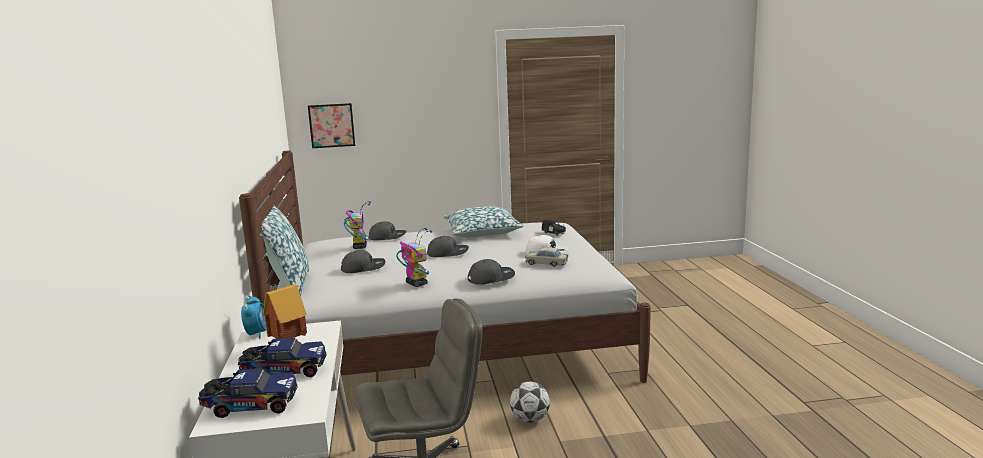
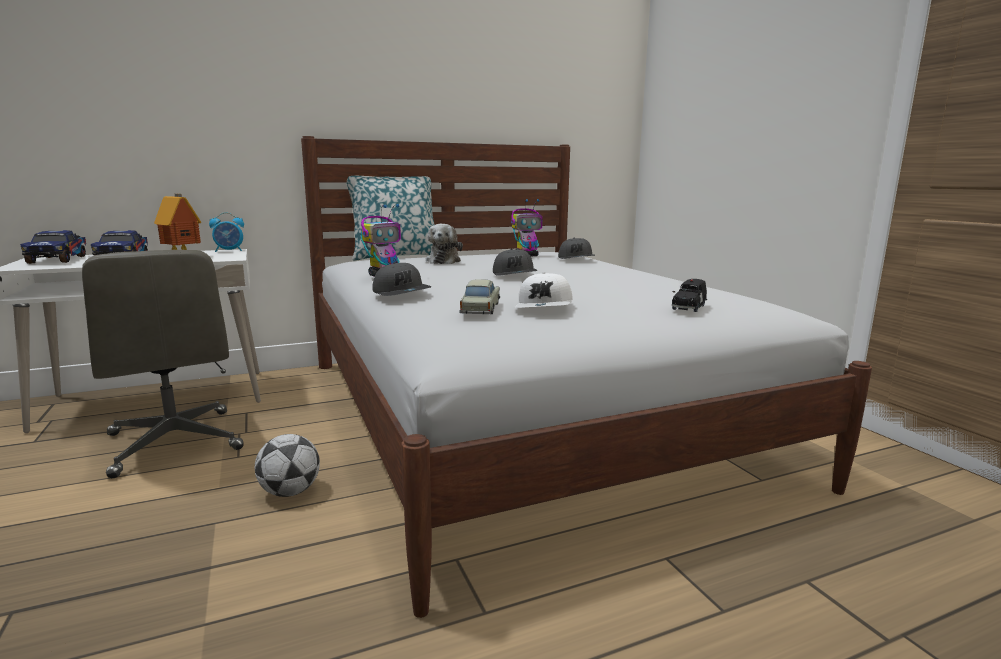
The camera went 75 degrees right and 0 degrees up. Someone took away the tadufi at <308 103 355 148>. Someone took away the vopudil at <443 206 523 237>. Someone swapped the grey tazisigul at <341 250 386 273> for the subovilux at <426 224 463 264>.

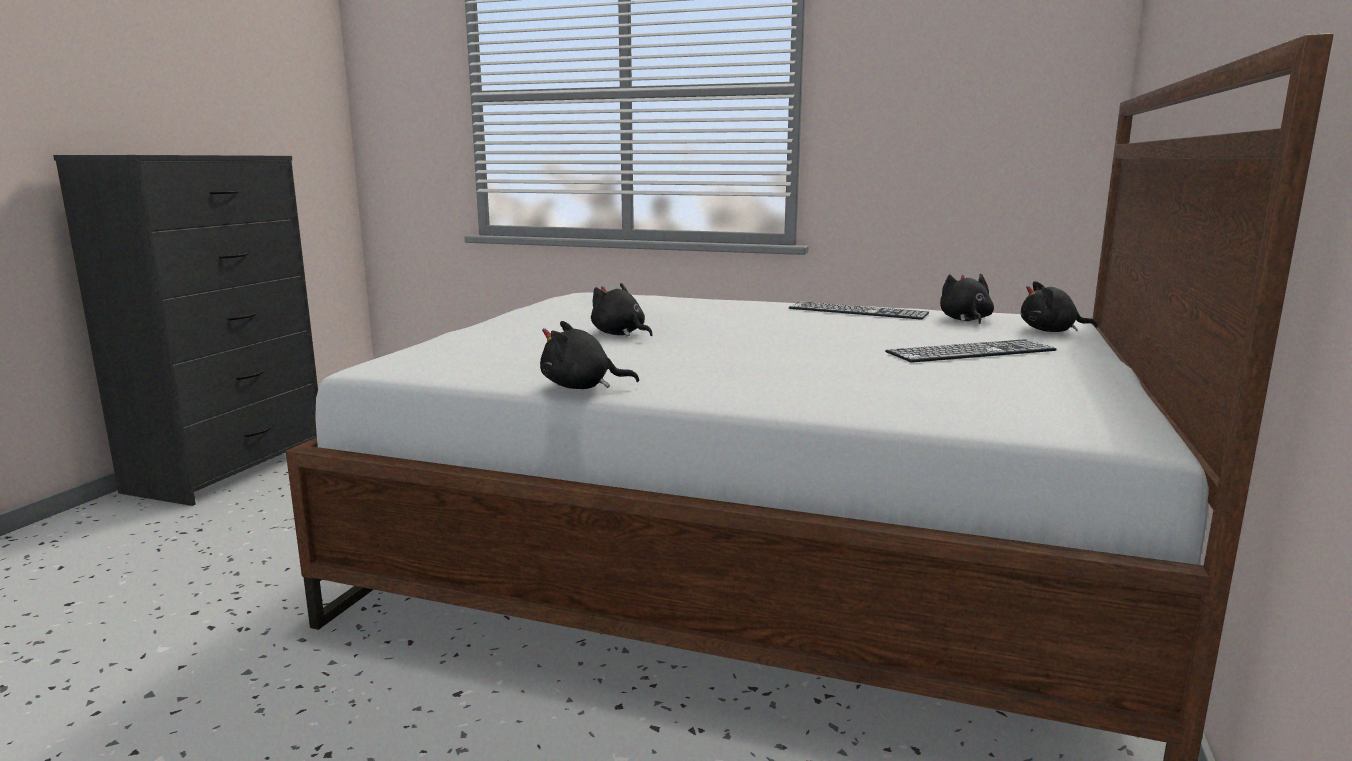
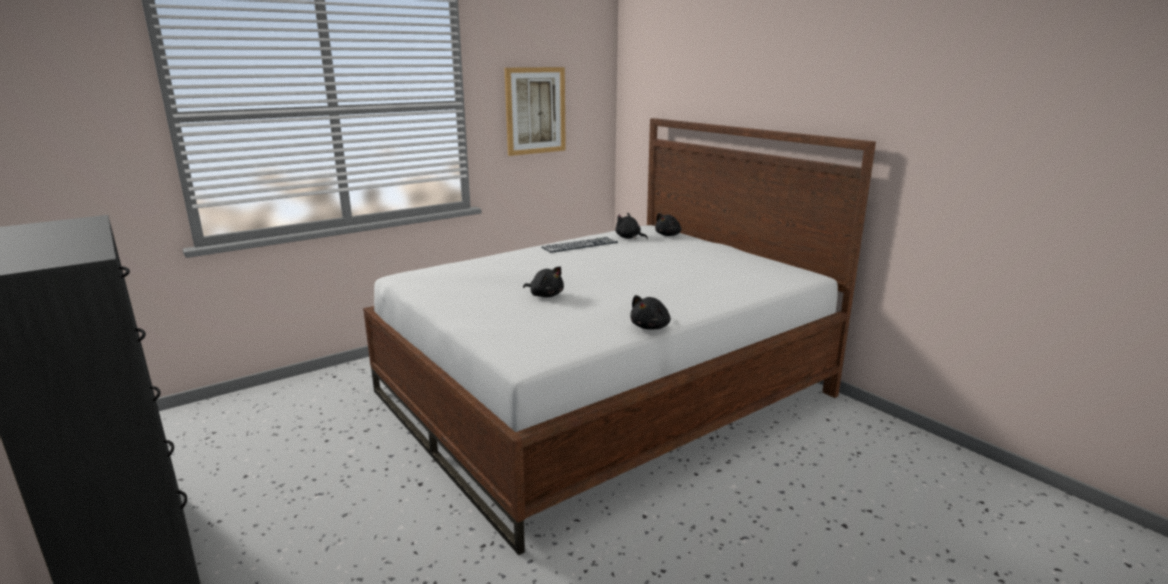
The camera went 55 degrees left and 5 degrees up. Someone took away the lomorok at <885 339 1057 363>. Someone put up the tadufi at <505 67 566 156>. Someone rotated the black subovilux at <591 283 652 336> by 135 degrees counterclockwise.

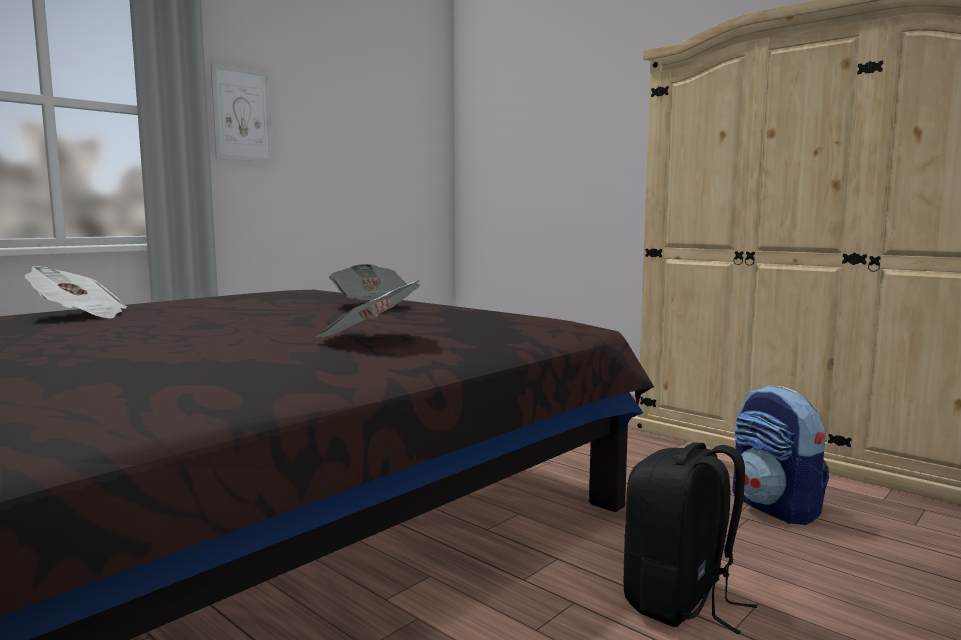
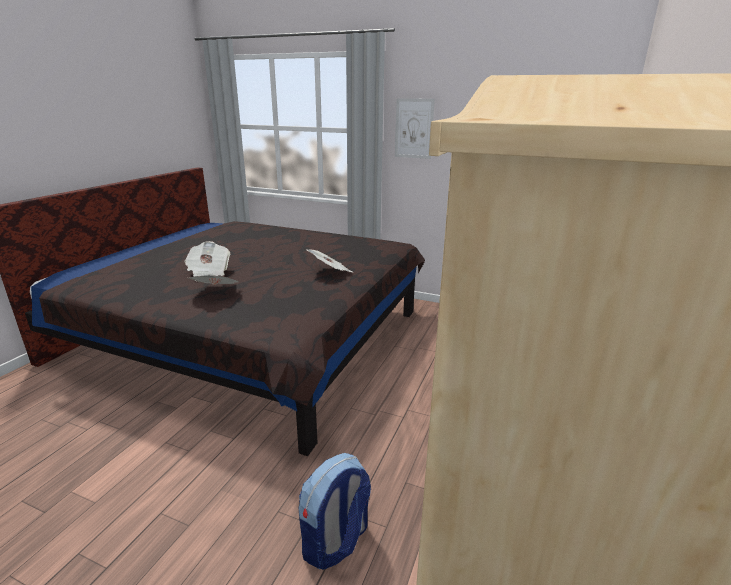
The camera went 70 degrees right and 15 degrees up. Someone took away the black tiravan at <623 443 757 634>. Someone carried the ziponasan from <25 266 127 318> to <184 241 230 282>.

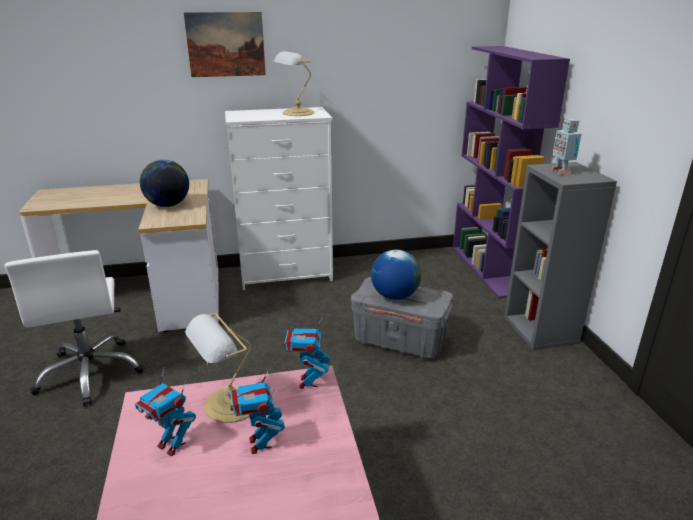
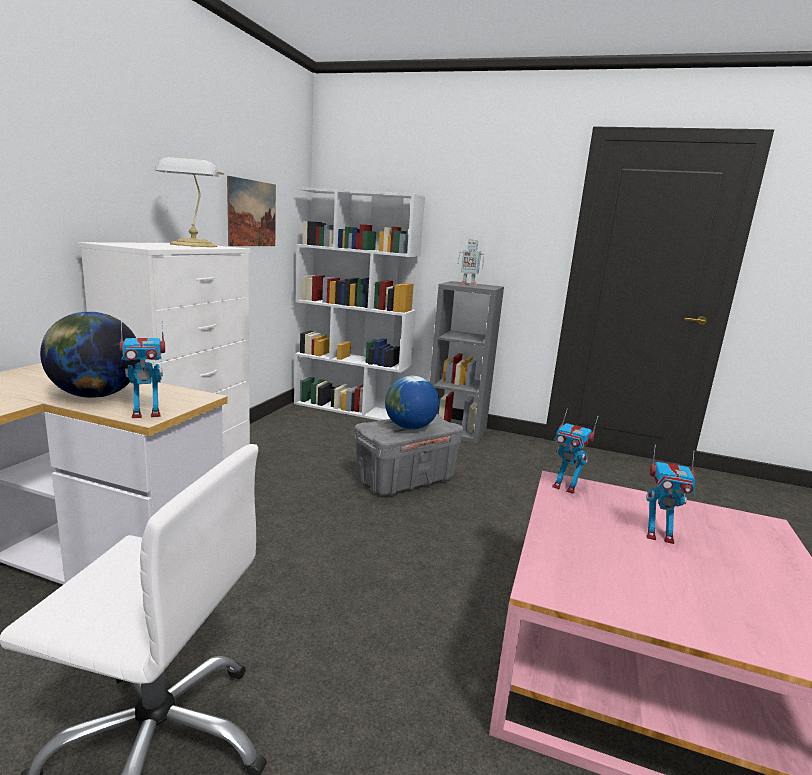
The camera went 60 degrees left and 10 degrees down. Someone took away the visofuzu at <185 313 251 423>. Someone carried the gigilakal from <135 367 196 457> to <120 321 165 418>. Someone carried the tadufi from <184 12 266 77> to <227 176 276 246>. Someone repainted the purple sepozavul at <453 46 570 298>, which became the white sepozavul at <294 187 425 421>.

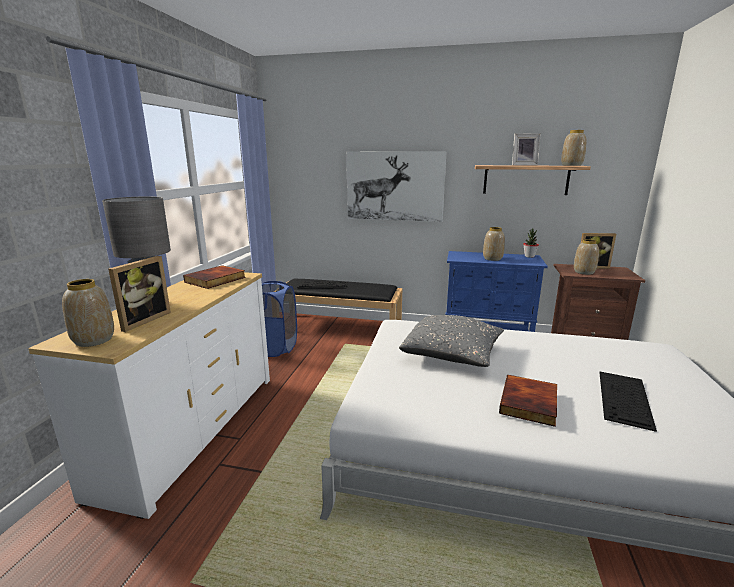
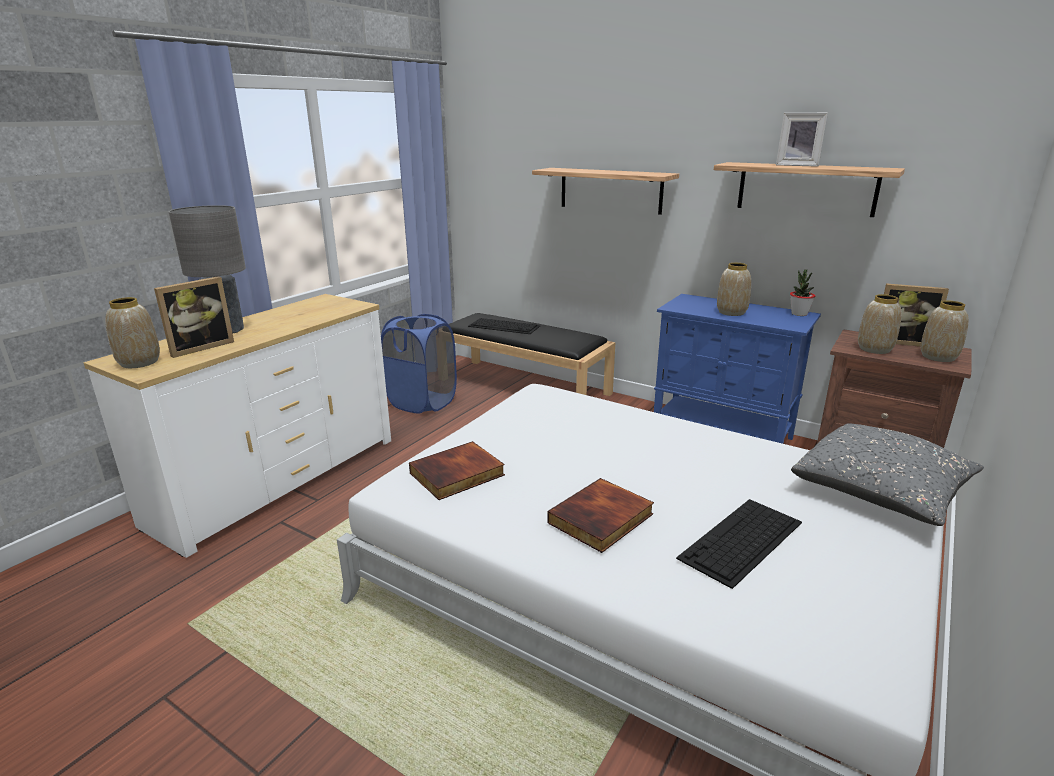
The camera went 20 degrees right and 5 degrees up. Someone carried the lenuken from <183 265 246 289> to <409 441 505 500>. Someone carried the grey vopudil from <399 315 504 367> to <791 423 984 526>. Someone carried the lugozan from <561 130 586 166> to <920 300 969 362>. Someone swapped the tadufi at <347 151 447 222> for the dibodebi at <532 168 679 215>.

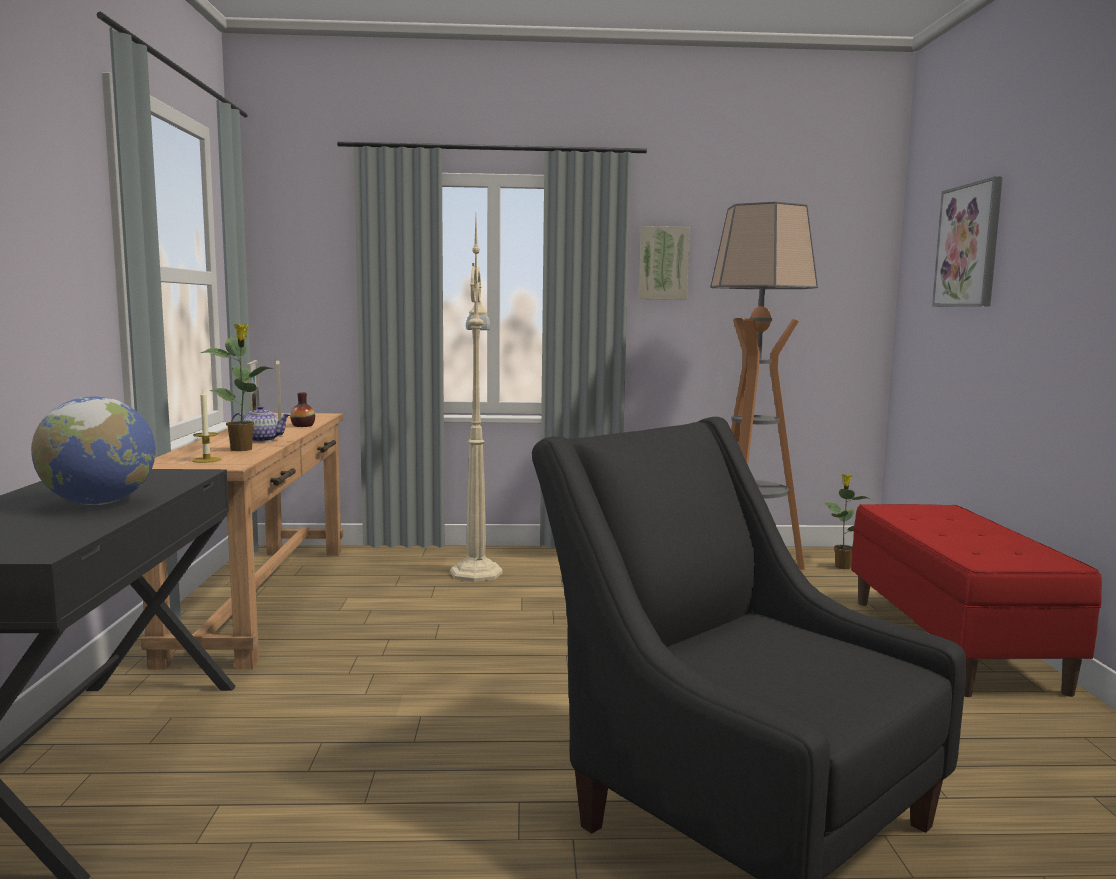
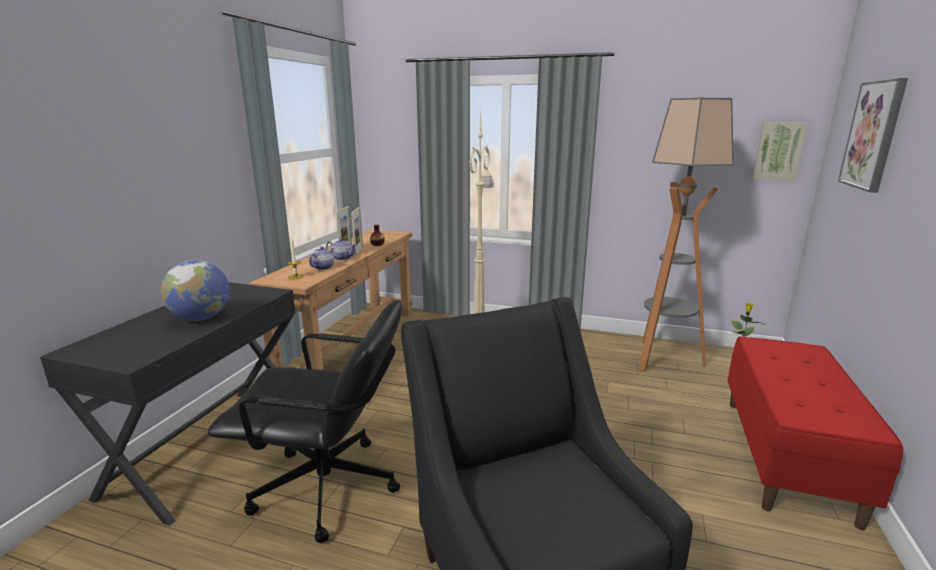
The camera went 20 degrees right and 10 degrees up. Someone put down the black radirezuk at <208 300 402 543>. Someone carried the tadufi from <639 226 690 300> to <753 122 808 181>. Someone swapped the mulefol at <201 324 272 451> for the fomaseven at <309 246 335 270>.

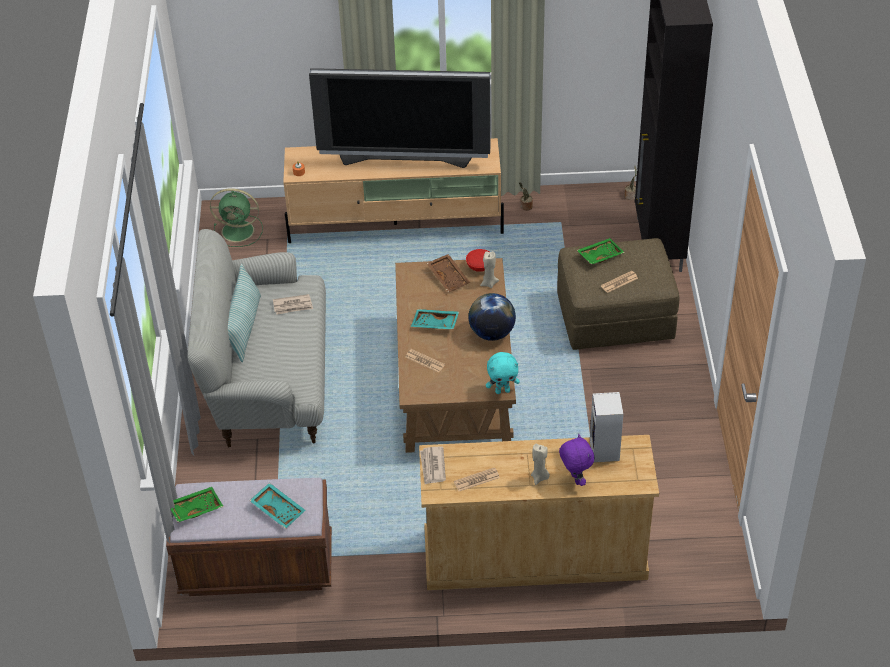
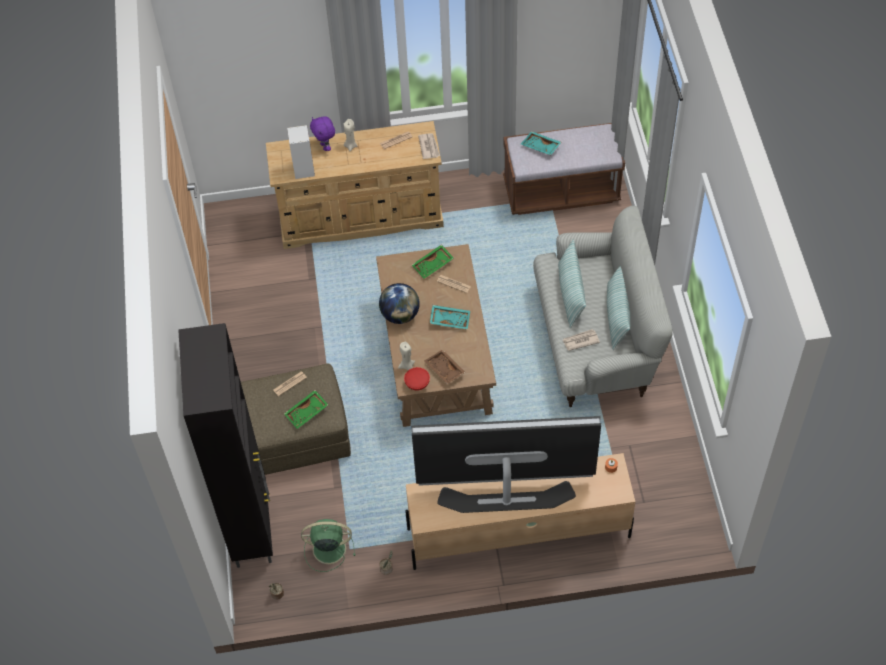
The camera went 175 degrees right and 10 degrees up. Someone took away the turquoise subovilux at <486 352 520 394>. Someone put down the vopudil at <558 240 586 328>. Someone carried the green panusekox from <170 487 224 522> to <412 244 454 279>. Someone carried the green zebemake from <210 188 263 247> to <301 519 355 572>.

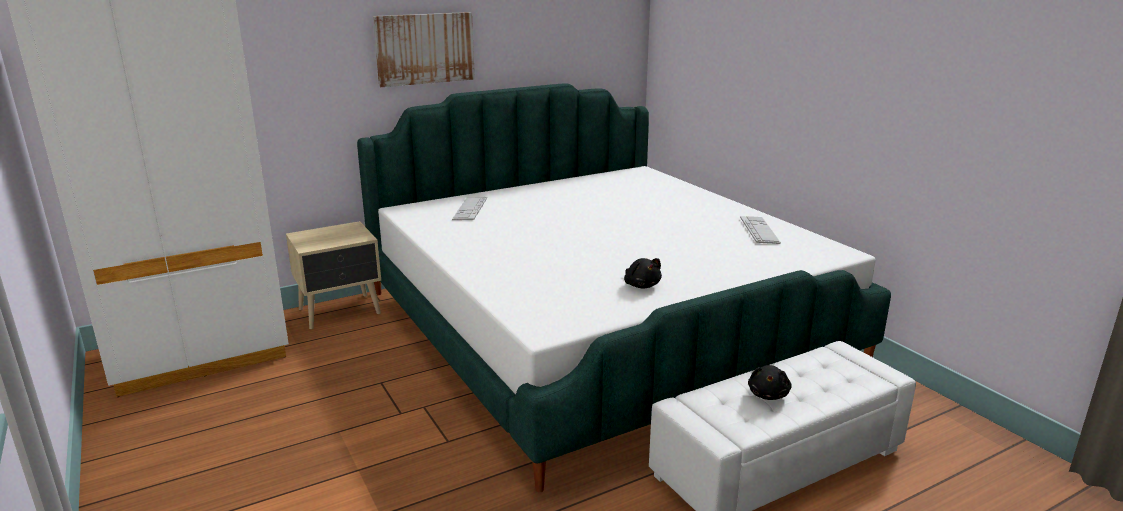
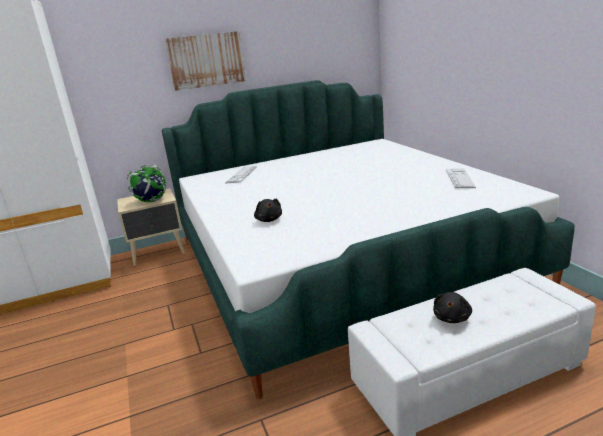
The camera went 10 degrees right and 0 degrees up. Someone put down the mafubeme at <127 164 166 202>. Someone carried the black subovilux from <624 258 662 288> to <254 199 282 222>.

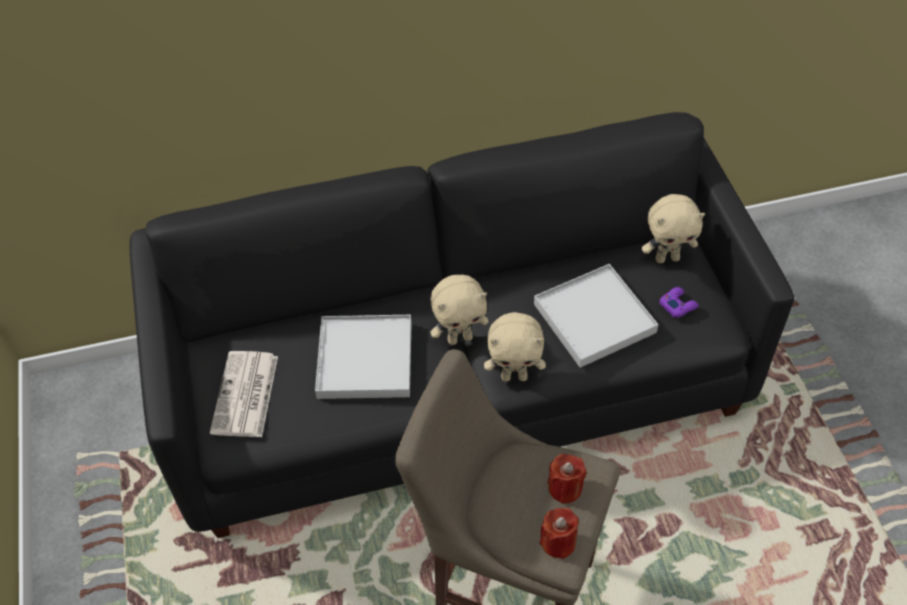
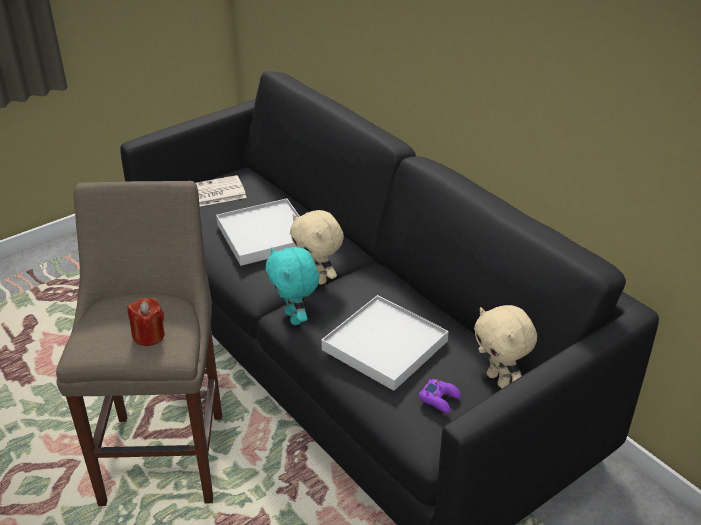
The camera went 65 degrees right and 15 degrees down. Someone took away the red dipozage at <540 508 579 559>. Someone repainted the beige subovilux at <484 312 546 382>, which became the turquoise subovilux at <265 247 319 325>.

